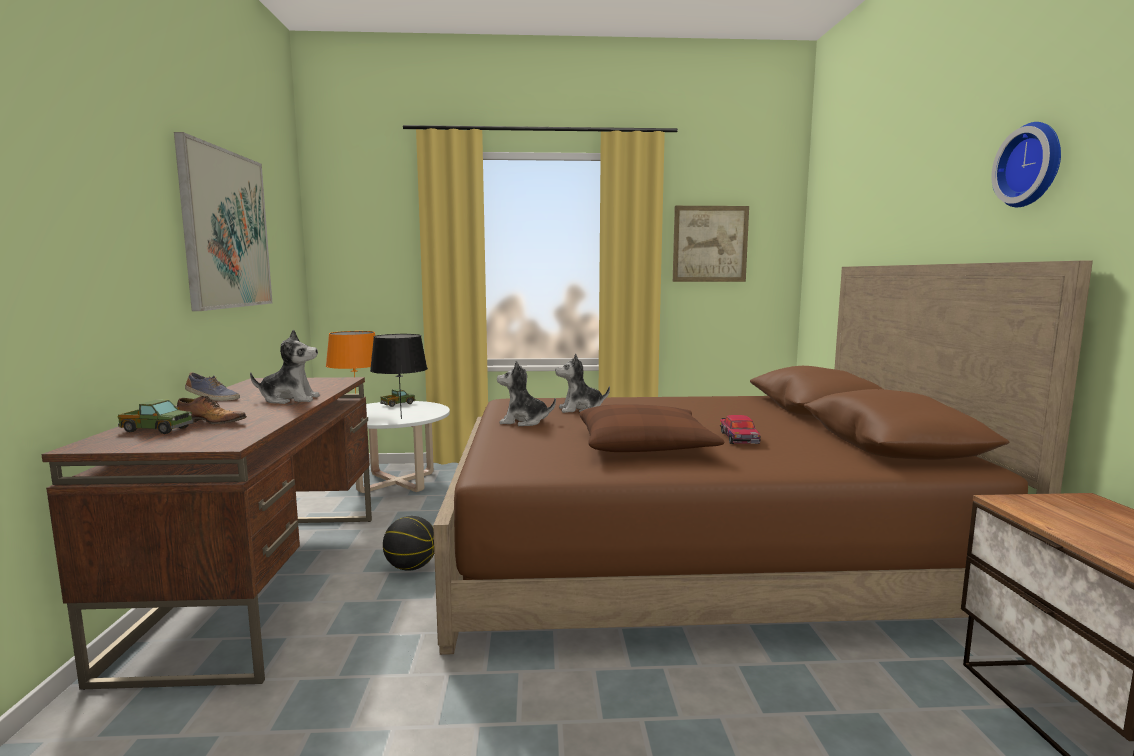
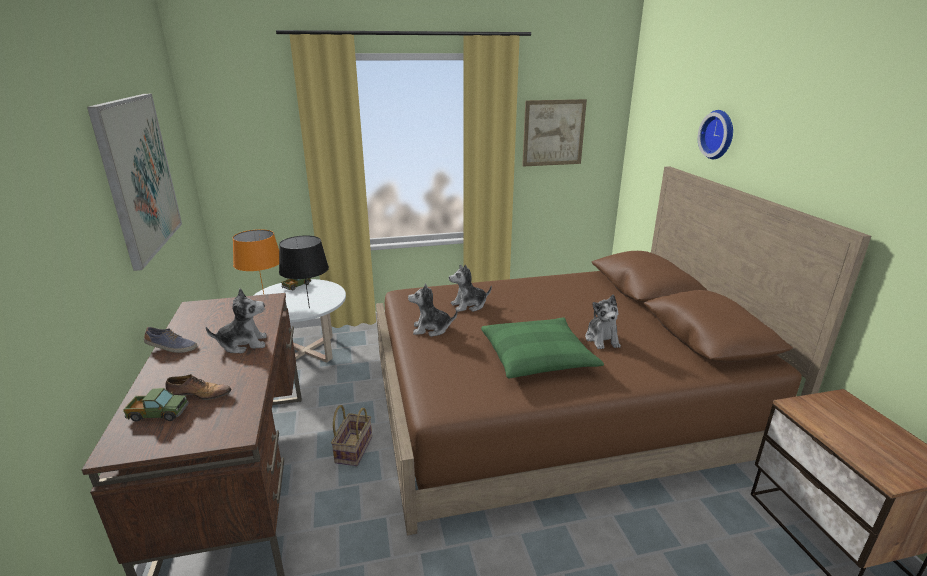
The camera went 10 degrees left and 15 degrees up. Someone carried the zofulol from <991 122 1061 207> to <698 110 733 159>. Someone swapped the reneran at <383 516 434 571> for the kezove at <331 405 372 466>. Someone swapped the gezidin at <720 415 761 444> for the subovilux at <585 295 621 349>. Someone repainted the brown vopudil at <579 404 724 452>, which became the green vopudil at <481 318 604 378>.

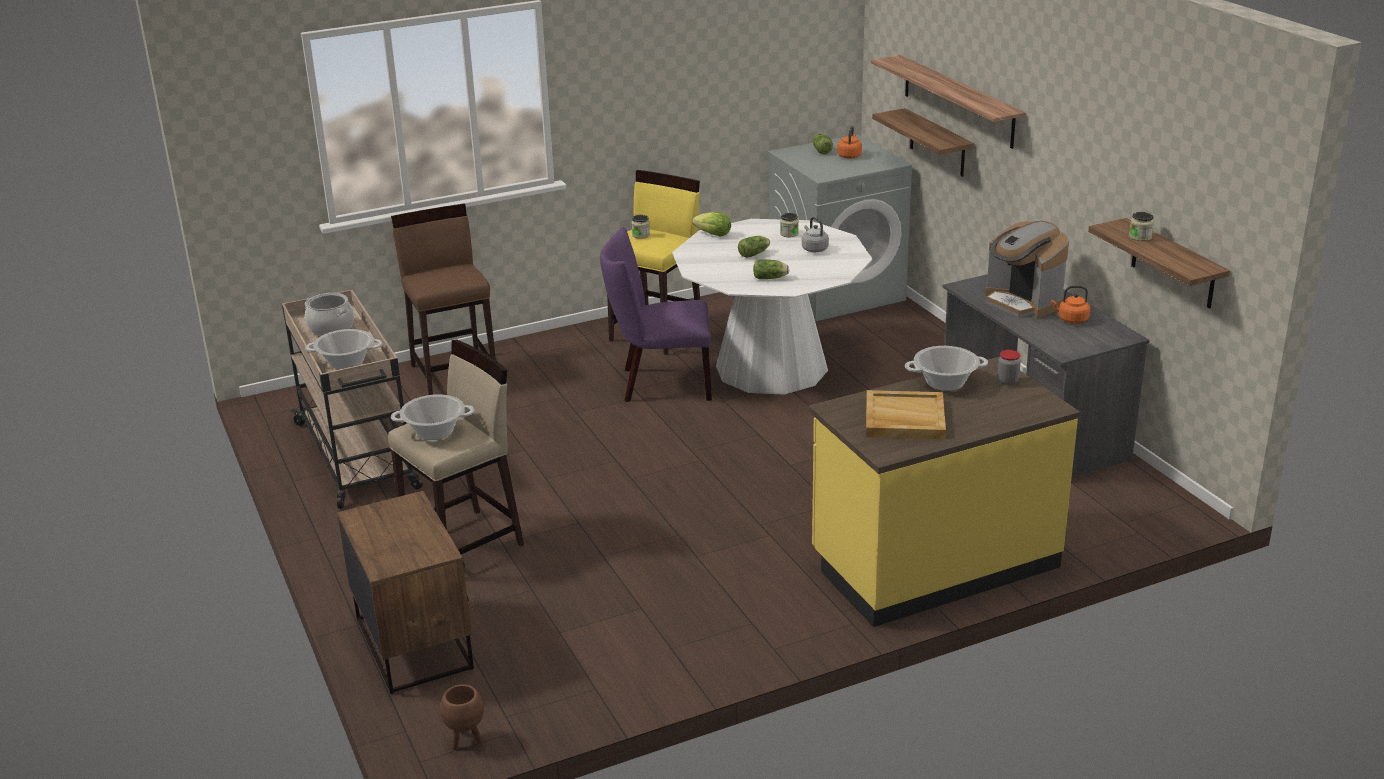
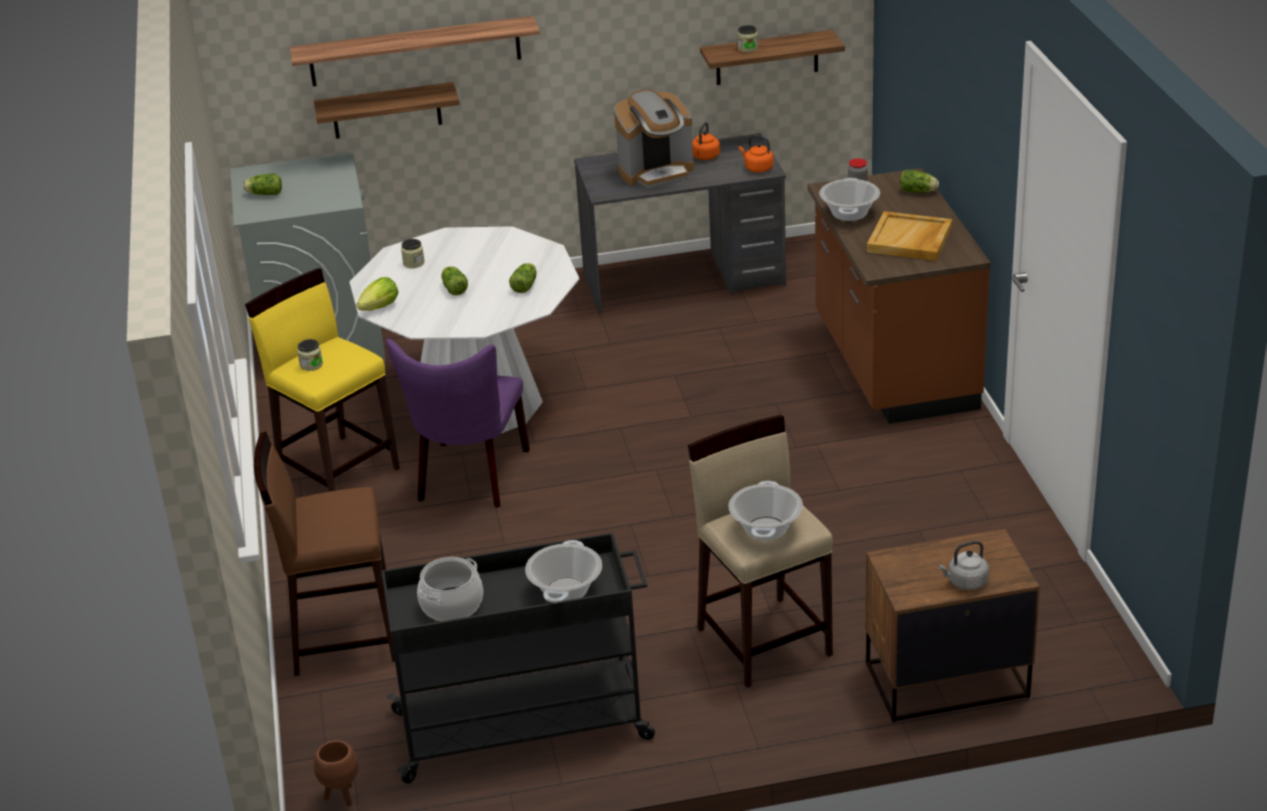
The camera went 75 degrees left and 5 degrees up. Someone put down the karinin at <900 170 939 192>. Someone carried the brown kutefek from <440 684 484 750> to <314 740 359 806>. Someone carried the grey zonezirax from <802 217 829 252> to <938 541 989 590>. Someone carried the orange zonezirax from <837 126 862 158> to <739 135 774 172>. Someone repainted the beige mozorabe at <282 290 423 509>, which became the black mozorabe at <381 533 655 784>. Someone repainted the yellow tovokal at <808 357 1080 627>, which became the brown tovokal at <808 168 991 424>.

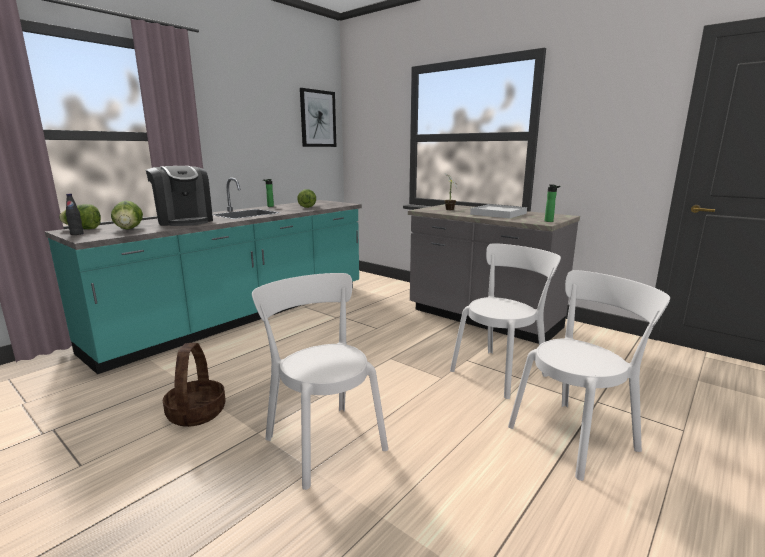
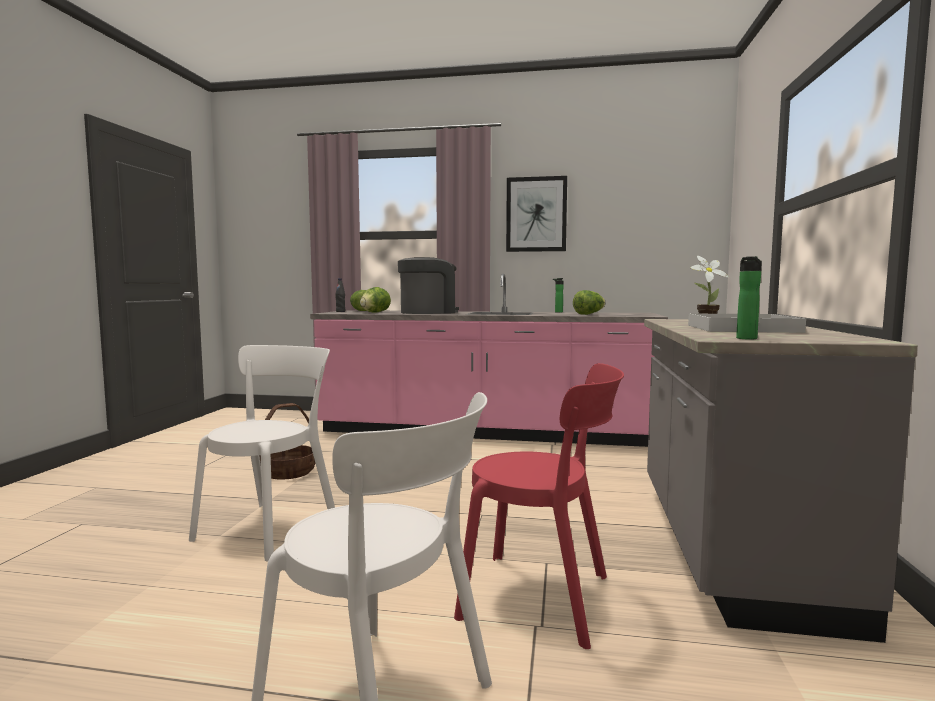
The camera went 60 degrees right and 10 degrees down. Someone carried the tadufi from <300 88 336 147> to <506 176 567 252>. Someone repainted the turquoise tovokal at <45 178 362 374>, which became the pink tovokal at <310 274 668 447>. Someone repainted the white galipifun at <450 243 561 399>, which became the red galipifun at <454 363 624 649>. Someone rotated the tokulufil at <146 166 213 226> by 150 degrees counterclockwise.

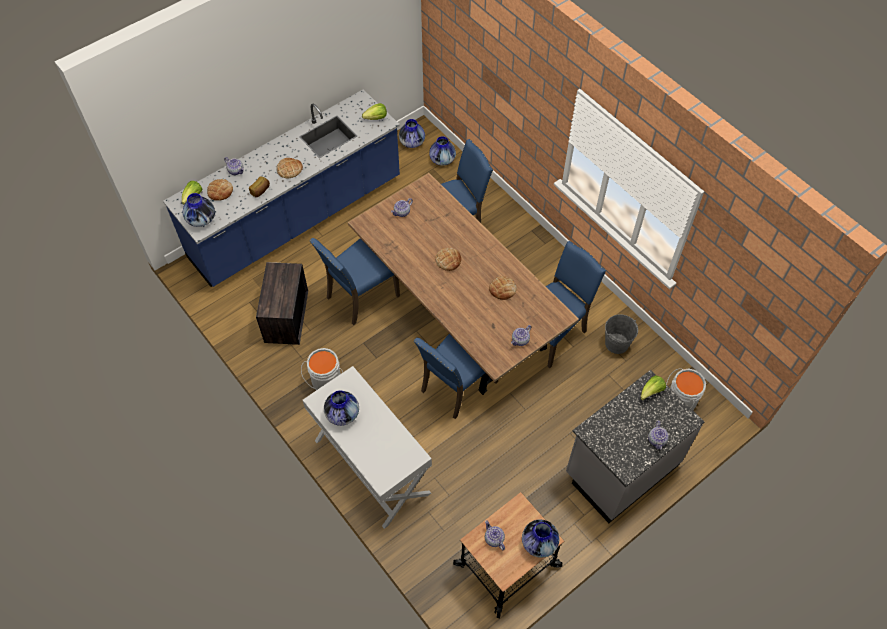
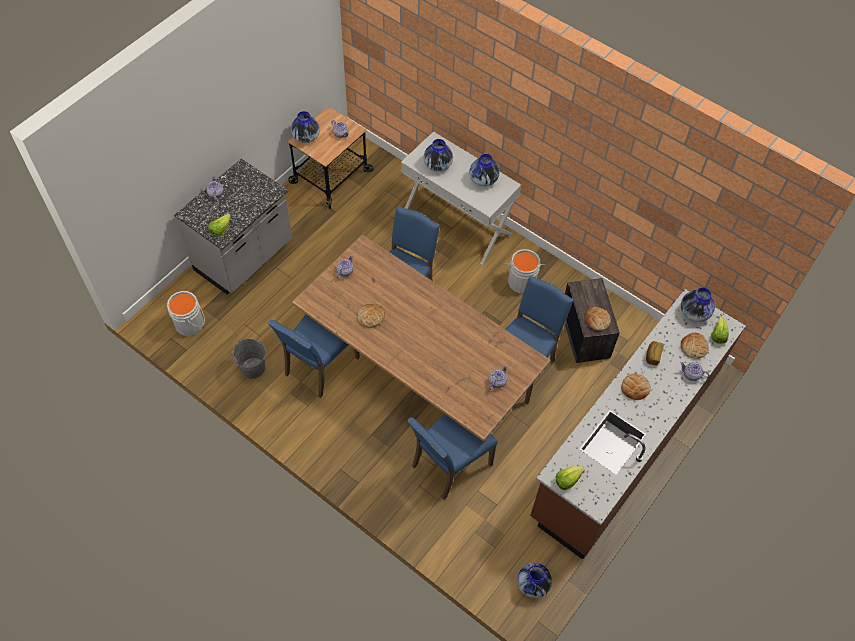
The camera went 165 degrees right and 0 degrees up. Someone carried the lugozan from <429 136 456 166> to <423 139 453 171>. Someone carried the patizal from <435 248 461 271> to <585 307 611 331>. Someone repainted the blue tovokal at <163 89 400 287>, which became the brown tovokal at <530 289 745 559>.

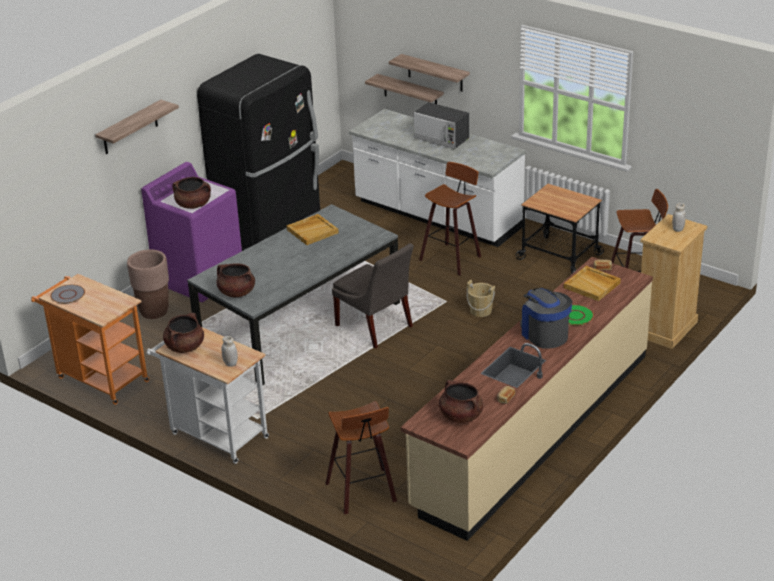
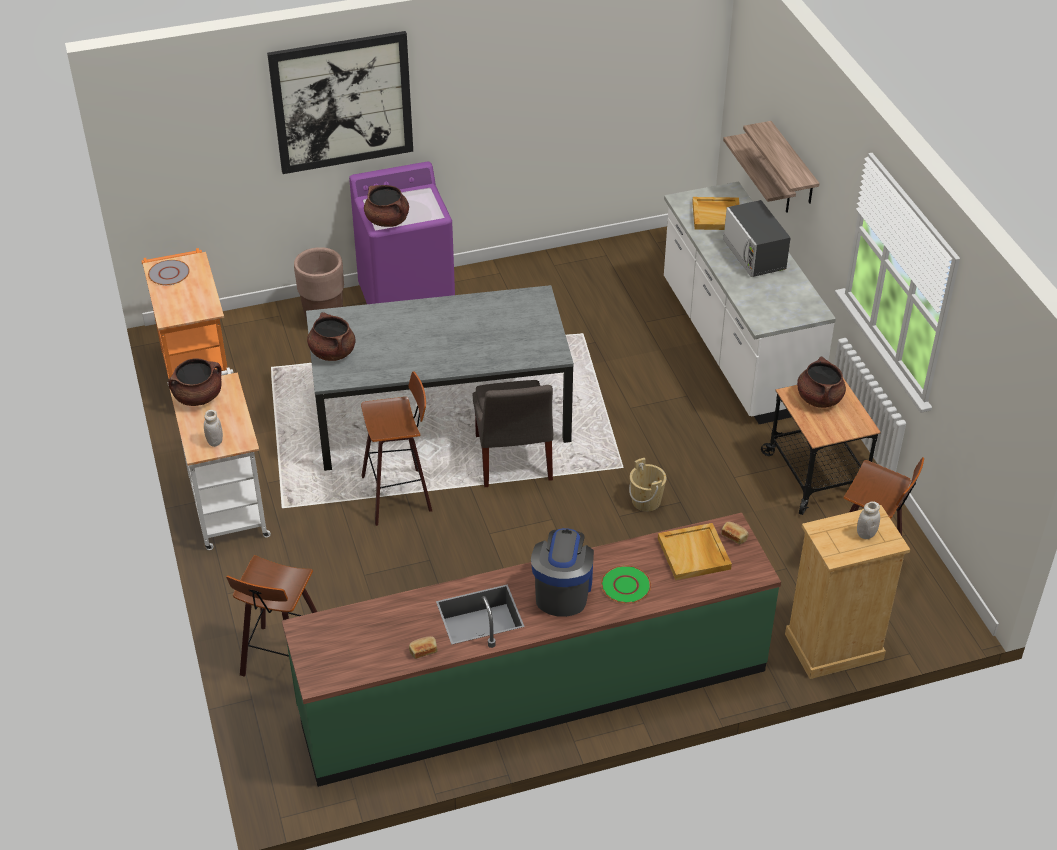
The camera went 35 degrees right and 10 degrees up. Someone took away the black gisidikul at <197 54 320 251>. Someone carried the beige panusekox from <287 214 339 245> to <692 197 740 230>. Someone carried the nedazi from <419 162 481 276> to <361 372 432 526>. Someone carried the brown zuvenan from <439 380 483 423> to <797 356 846 408>. Someone swapped the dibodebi at <95 100 179 154> for the tadufi at <267 31 413 174>. Someone repainted the beige tovokal at <401 257 653 541>, which became the green tovokal at <282 513 781 787>.

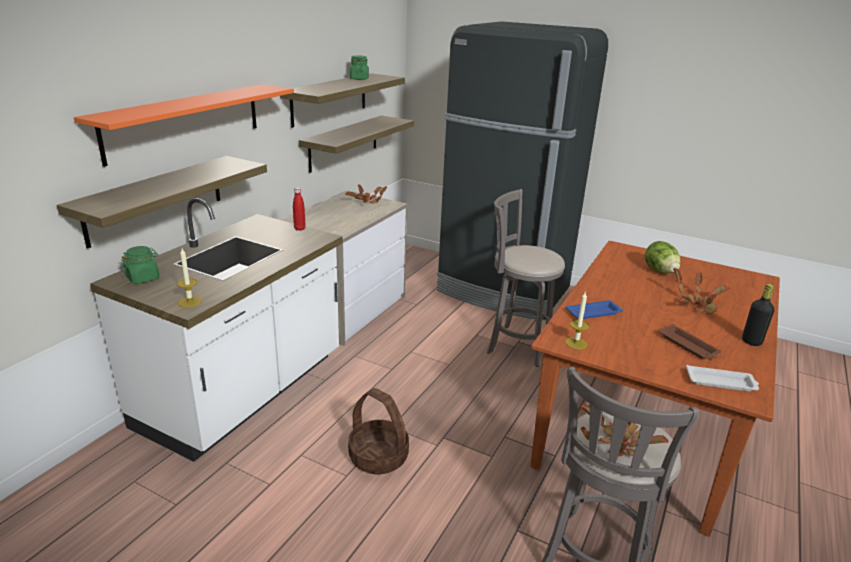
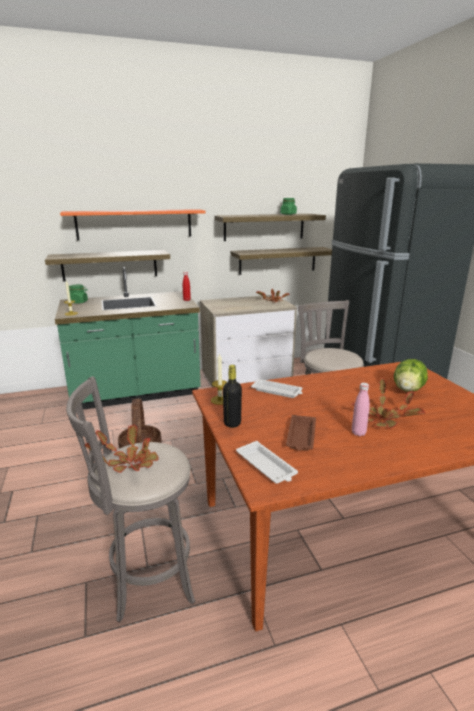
The camera went 45 degrees right and 5 degrees down. Someone put down the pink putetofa at <352 383 370 436>. Someone carried the black putetofa from <742 284 775 346> to <223 365 242 428>. Someone repainted the white tovokal at <90 198 343 462>, which became the green tovokal at <55 267 201 410>. Someone repainted the blue panusekox at <565 300 623 319>, which became the white panusekox at <251 378 303 398>.

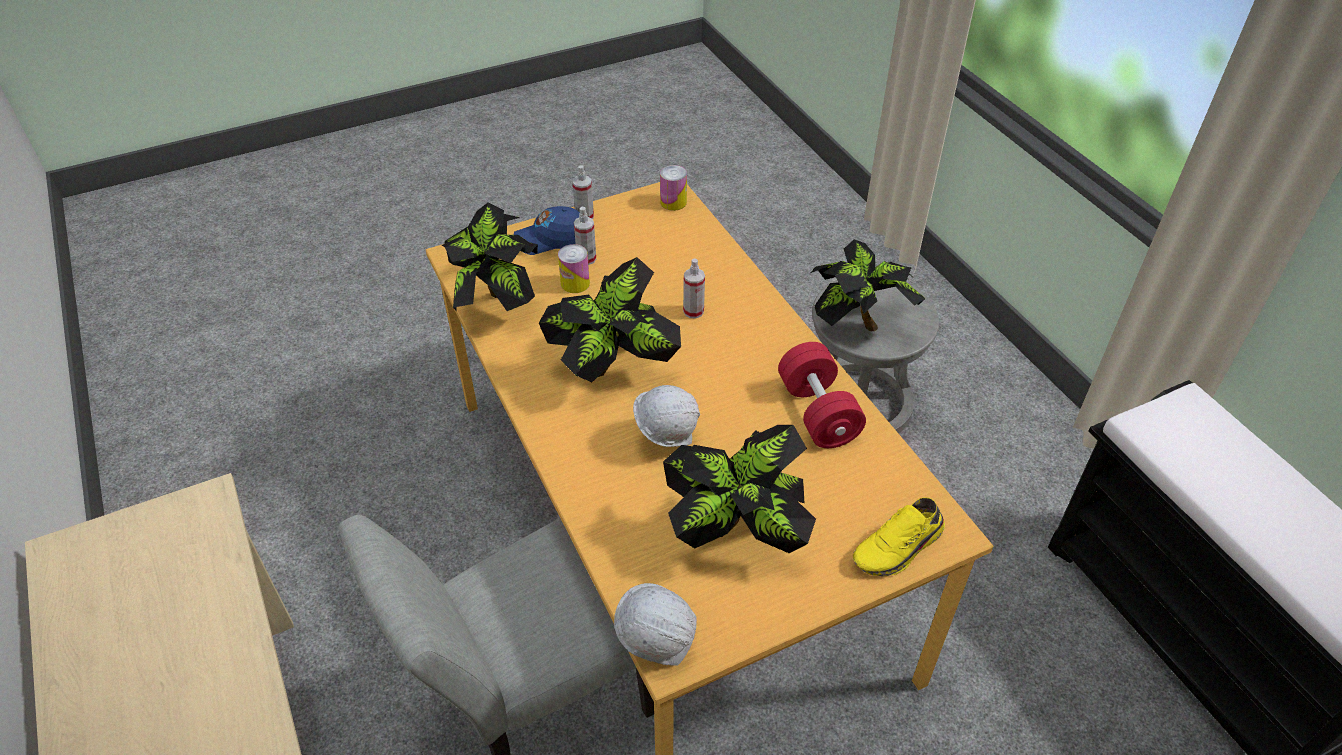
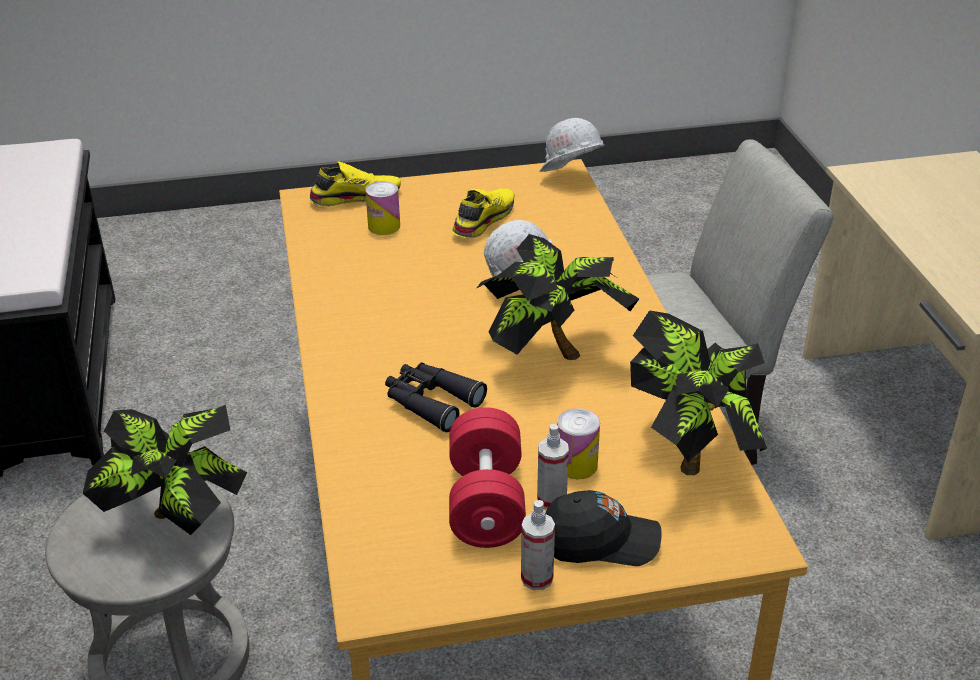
The camera went 165 degrees left and 10 degrees down. Someone carried the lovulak from <660 165 687 211> to <365 181 400 235>. Someone carried the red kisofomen from <778 342 866 448> to <449 407 526 548>. Someone swapped the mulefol at <663 425 816 553> for the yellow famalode at <452 188 515 238>. Someone swapped the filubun at <683 258 705 318> for the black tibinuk at <385 362 487 432>. Someone repainted the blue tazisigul at <514 206 580 255>, which became the black tazisigul at <545 490 662 566>.

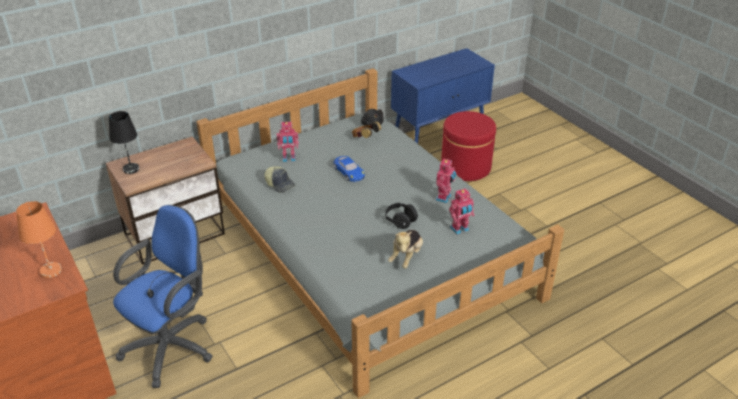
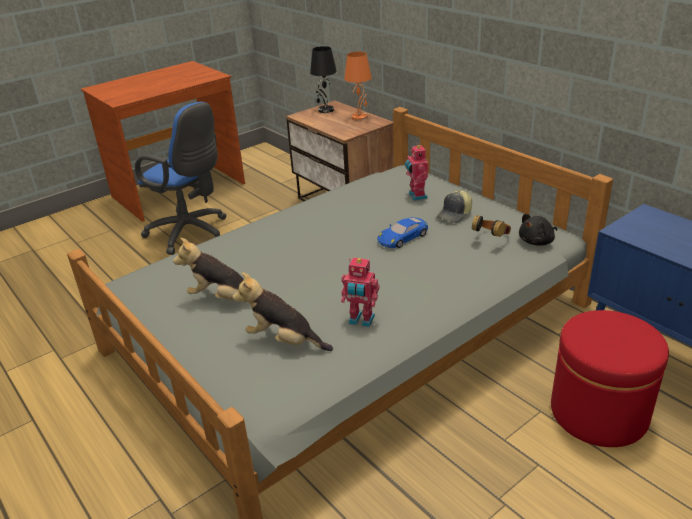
The camera went 85 degrees right and 5 degrees down. Someone took away the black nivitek at <385 203 419 229>. Someone carried the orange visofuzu from <16 201 62 278> to <344 52 372 121>. Someone carried the tazisigul from <264 166 295 193> to <436 191 472 223>. Someone swapped the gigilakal at <449 189 474 235> for the subovilux at <233 272 333 351>.

